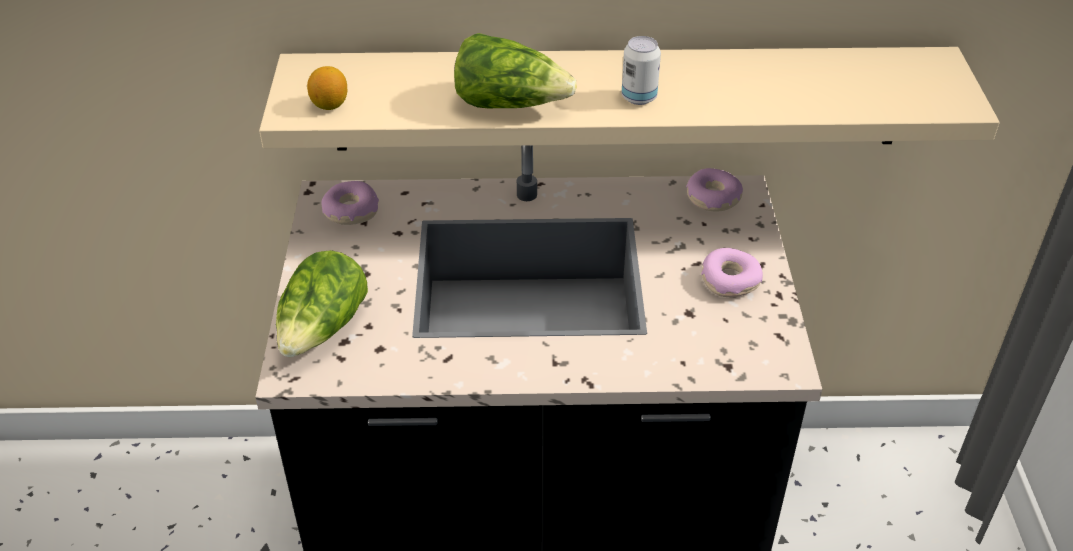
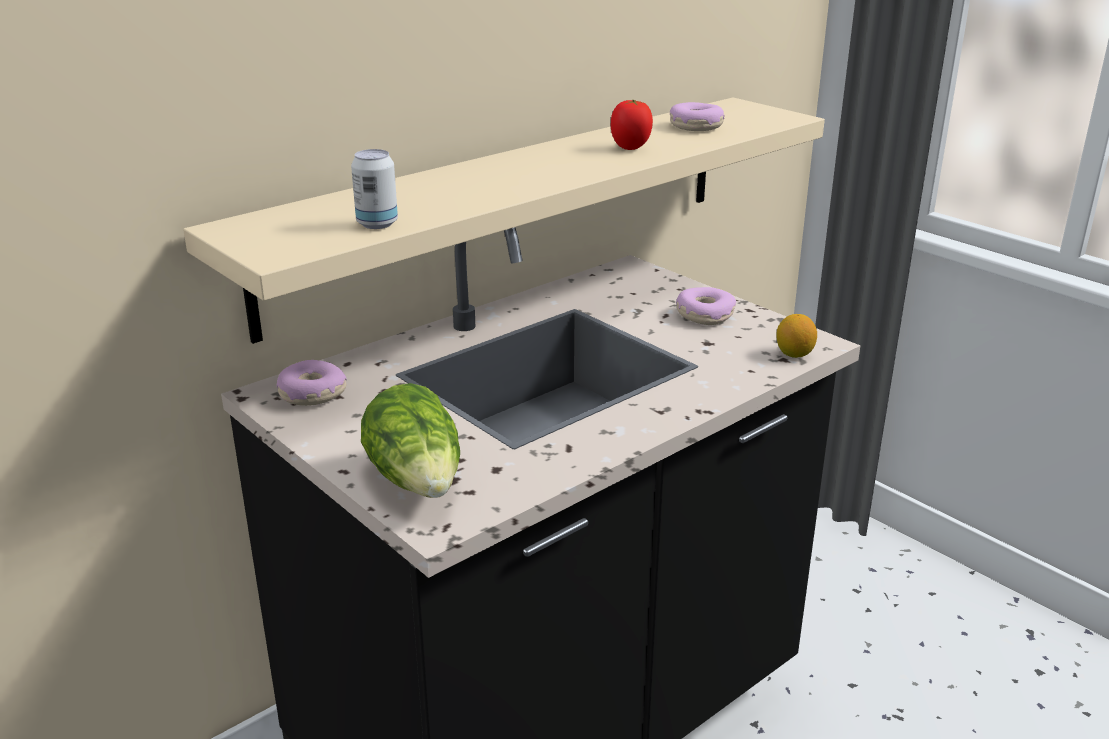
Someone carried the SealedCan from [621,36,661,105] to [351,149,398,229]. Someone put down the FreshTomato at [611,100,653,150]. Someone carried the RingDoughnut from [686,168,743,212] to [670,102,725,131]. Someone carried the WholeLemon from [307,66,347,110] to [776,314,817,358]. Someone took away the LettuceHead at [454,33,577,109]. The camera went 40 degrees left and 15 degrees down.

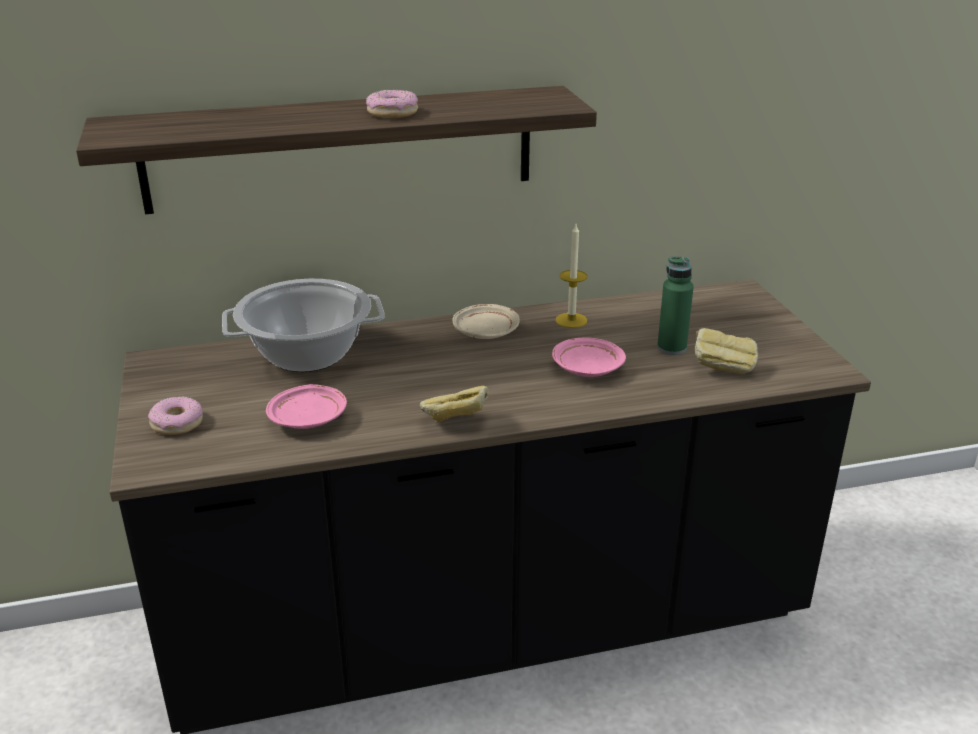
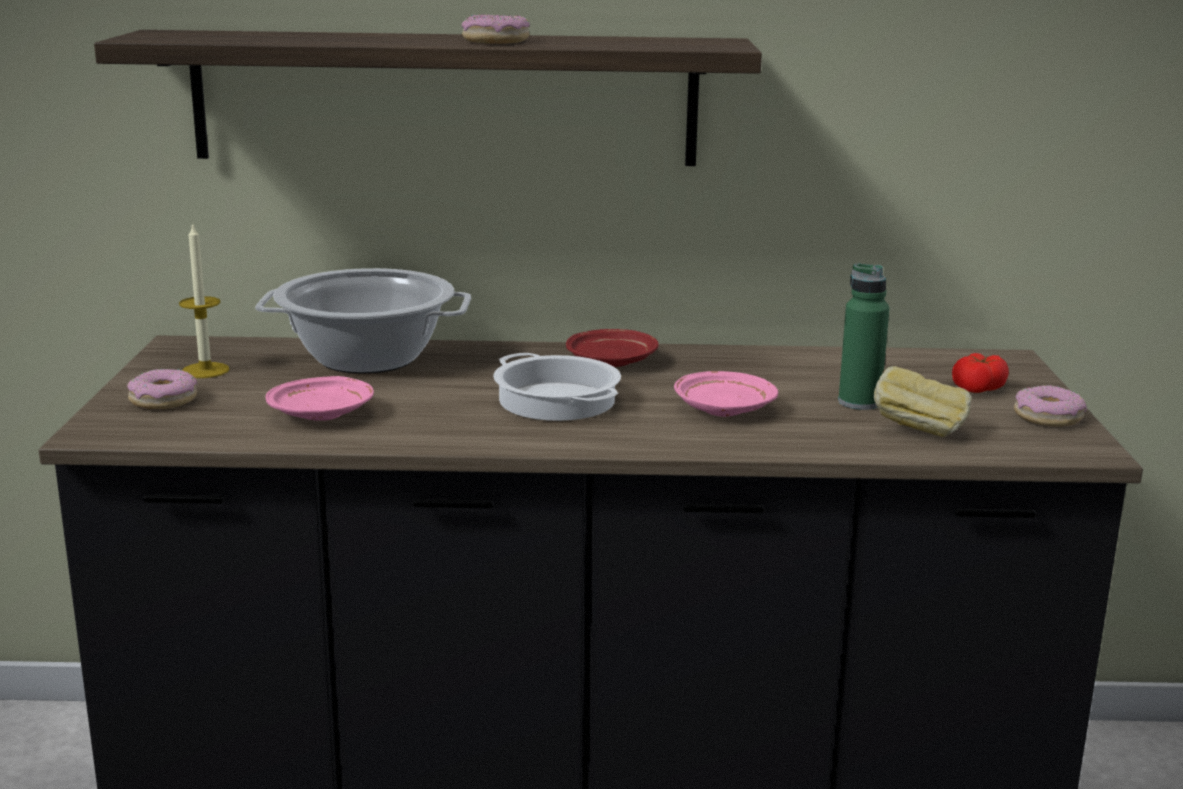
Someone carried the WaxCandle from [555,224,587,328] to [179,222,230,378]. Someone put down the Stockpot at [493,353,621,421]. Someone repainted the BeigeDinnerPlate at [452,304,520,339], which became the RedDinnerPlate at [566,329,659,367]. Someone put down the FreshTomato at [952,353,1009,393]. Someone put down the RingDoughnut at [1014,385,1087,427]. Someone took away the BakedBread at [420,386,489,422]. The camera went 15 degrees right and 10 degrees down.

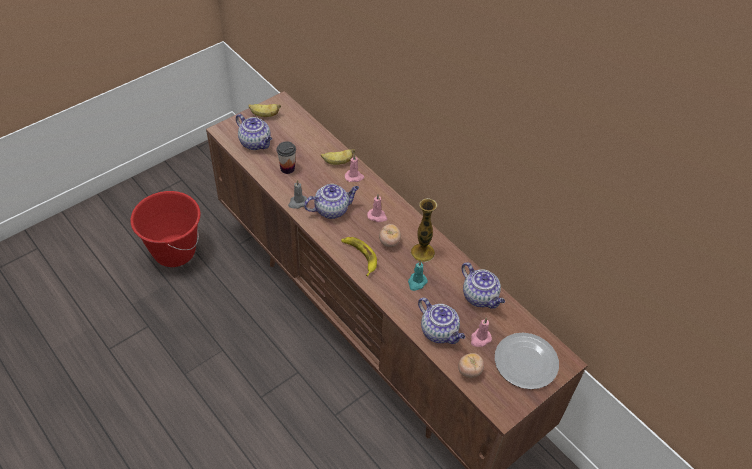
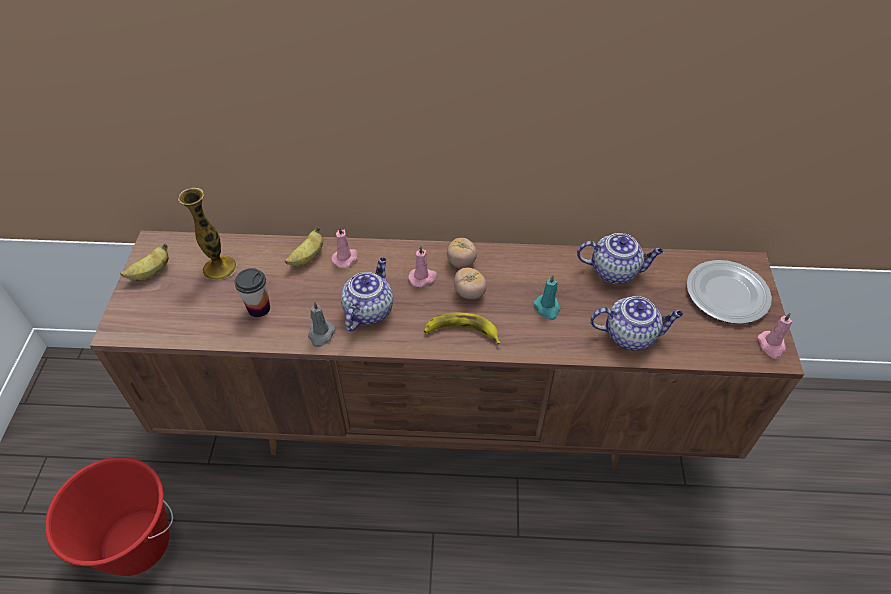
Someone carried the FlowerVase from [410,198,437,262] to [178,188,237,280]. Someone carried the FreshTomato from [458,353,484,378] to [447,238,477,268]. Someone carried the PinkWaxCandle from [471,318,492,347] to [757,313,792,359]. Someone took away the Teapot at [236,114,272,150]. The camera went 45 degrees left and 0 degrees up.

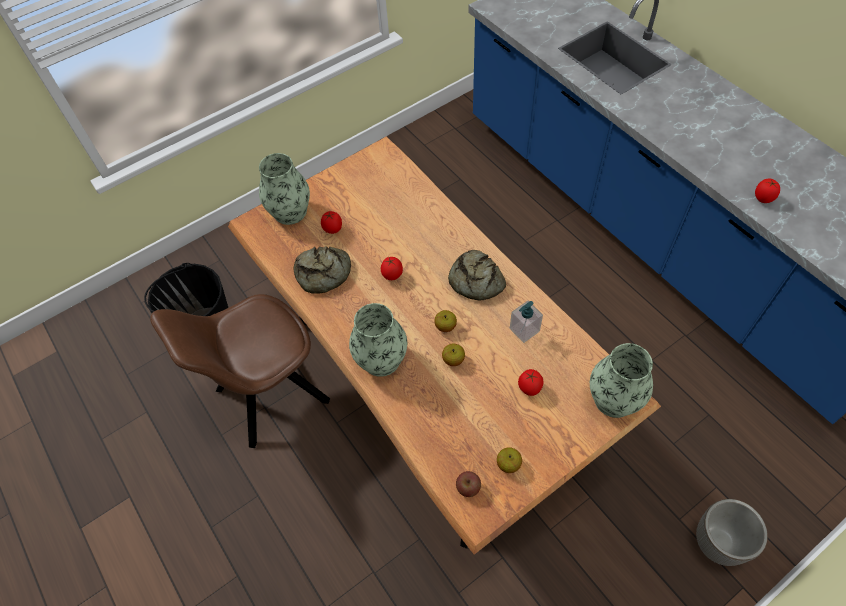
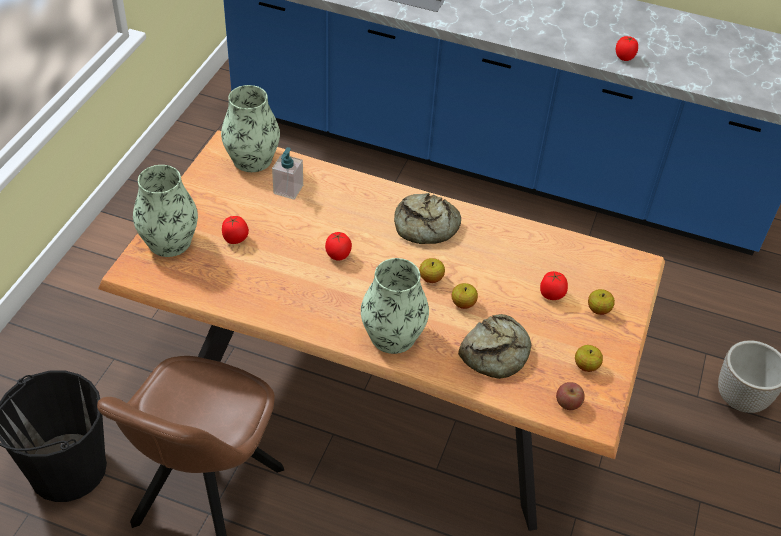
Someone carried the FlowerVase from [590,343,653,418] to [221,85,280,172]. Someone carried the SoapBottle from [510,300,543,343] to [272,147,303,200]. Someone carried the BakedBread from [294,247,351,294] to [458,314,531,379]. Someone put down the AppleFruit at [588,289,615,315]. The camera went 40 degrees left and 10 degrees down.

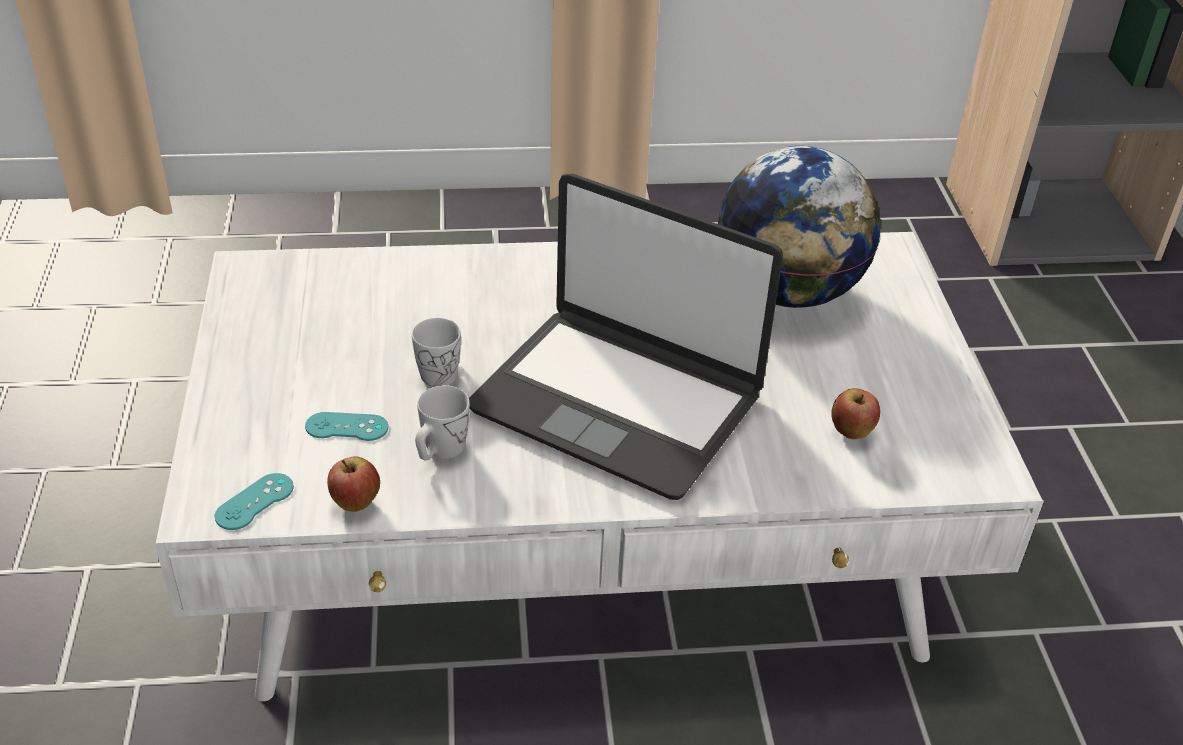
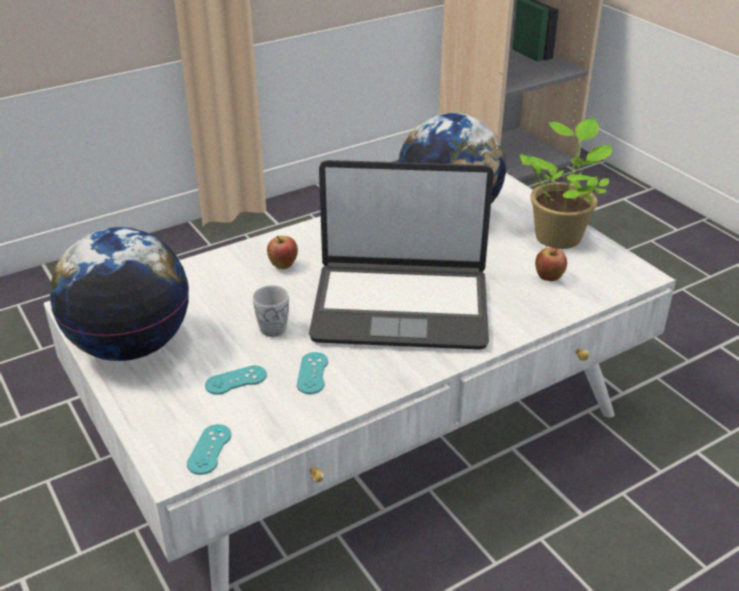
Someone put down the Globe at [50,227,189,361]. Someone carried the AppleFruit from [327,456,380,512] to [267,235,298,269]. Someone swapped the WhiteMug at [415,385,470,461] for the TurquoiseColouredGamepad at [297,352,328,394]. Someone put down the PottedPlant at [519,118,612,249]. The camera went 25 degrees left and 5 degrees down.

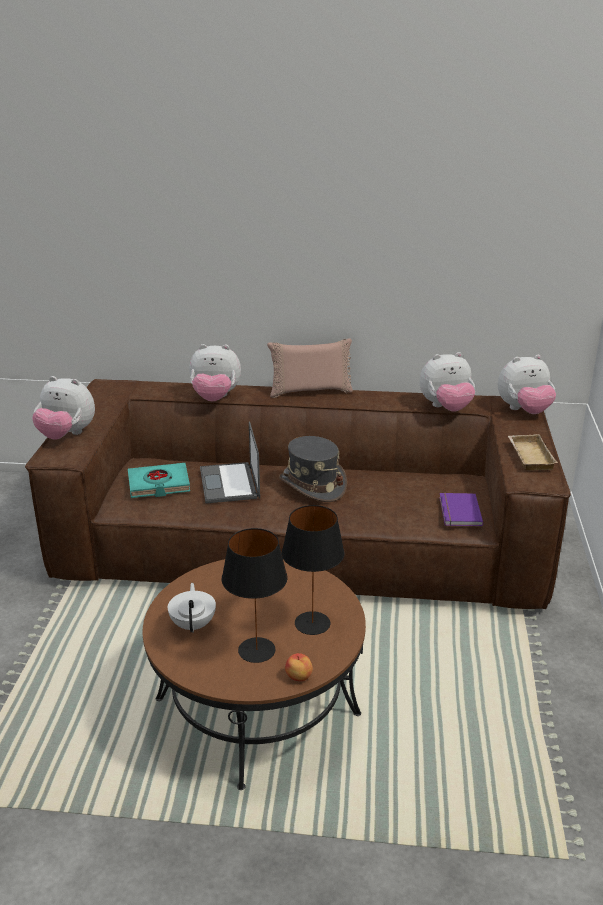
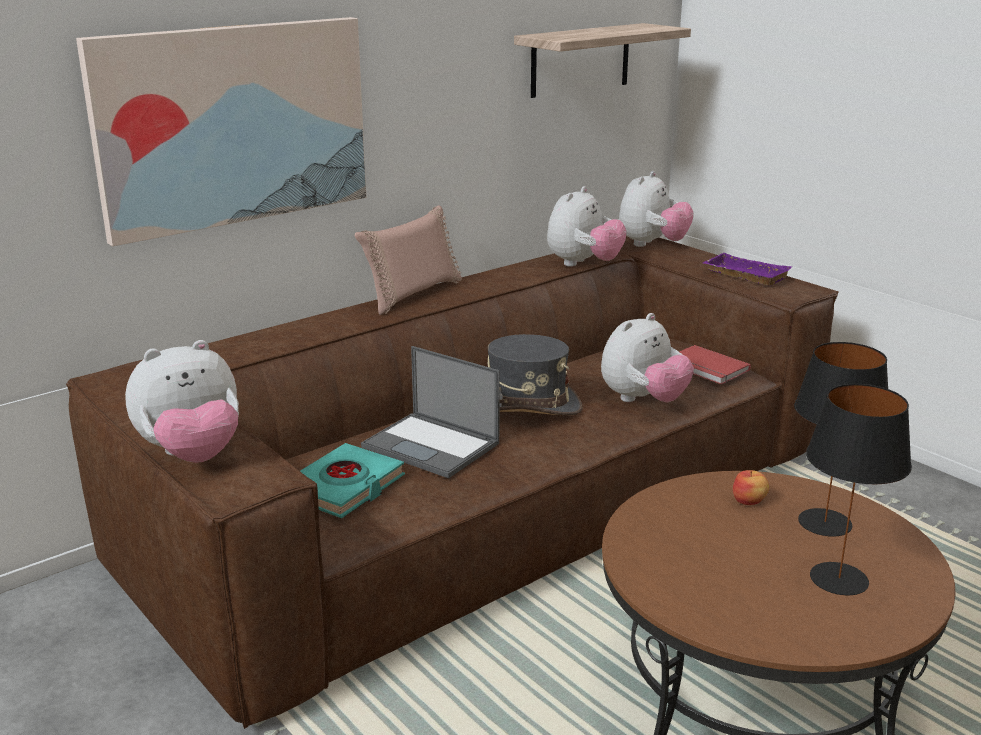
Someone put up the WallPicture at [76,17,366,246]. Someone put up the WallShelf at [514,23,691,98]. Someone carried the SoftToy from [189,344,241,402] to [601,313,694,402]. Someone repainted the PurpleBook at [439,493,483,526], which became the RedBook at [679,345,751,384]. Someone repainted the BeigeTray at [508,434,558,471], which became the PurpleTray at [703,253,792,286]. Someone carried the AppleFruit from [285,653,313,681] to [733,470,769,505]. Someone took away the WhiteTeapot at [168,583,216,633]. The camera went 45 degrees left and 5 degrees down.

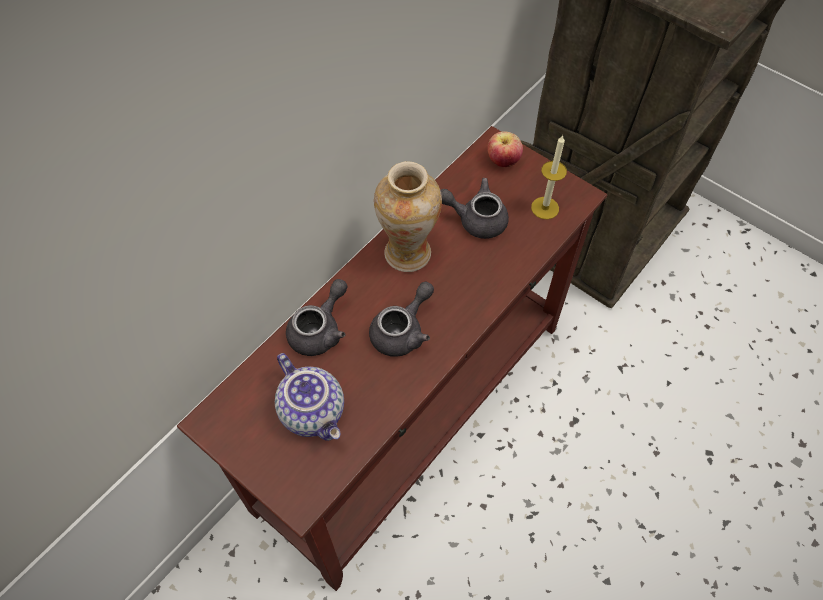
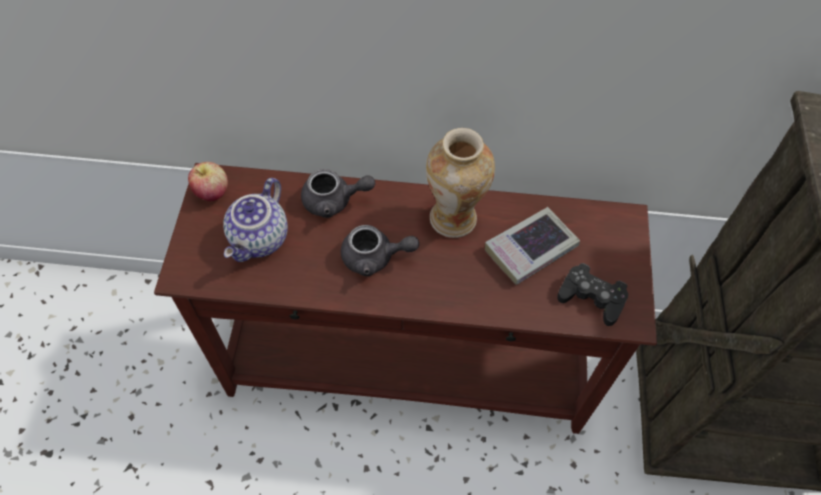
Someone carried the AppleFruit from [487,131,523,167] to [188,162,228,201]. Someone swapped the GreyishTeapot at [441,178,509,239] for the Book at [485,207,580,285]. Someone swapped the WaxCandle at [531,135,567,219] for the BlackGamepad at [557,263,628,326]. The camera went 55 degrees right and 0 degrees up.

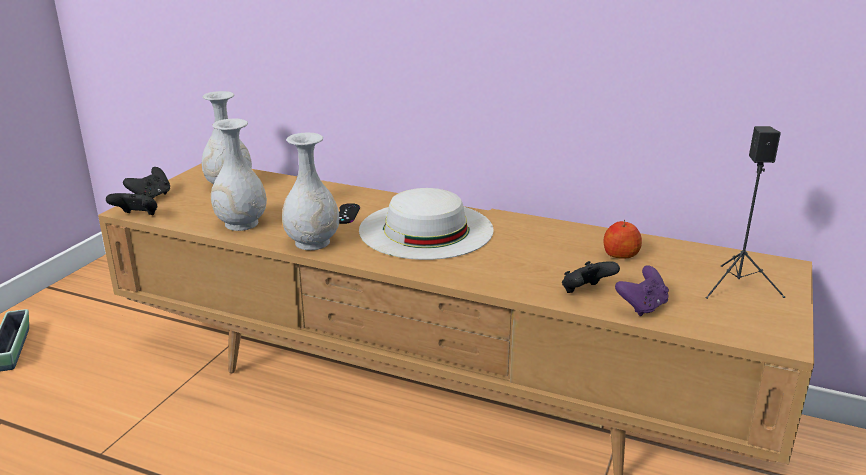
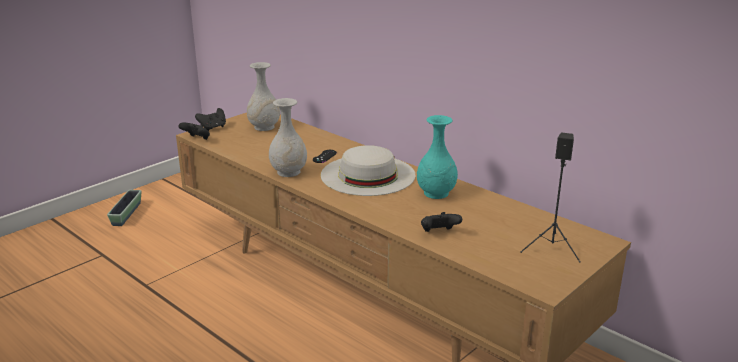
Someone put down the TurquoiseColouredFlowerVase at [417,115,458,199]. Someone took away the WhiteFlowerVase at [211,118,267,231]. Someone took away the AppleFruit at [603,220,642,259]. Someone took away the PurpleGamepad at [615,265,669,316]. The camera went 20 degrees right and 0 degrees up.

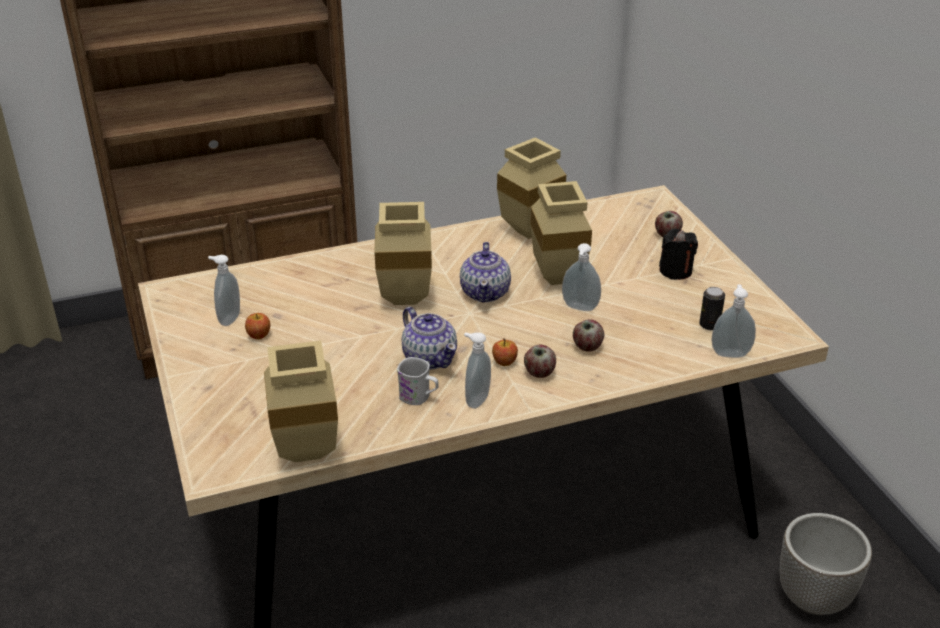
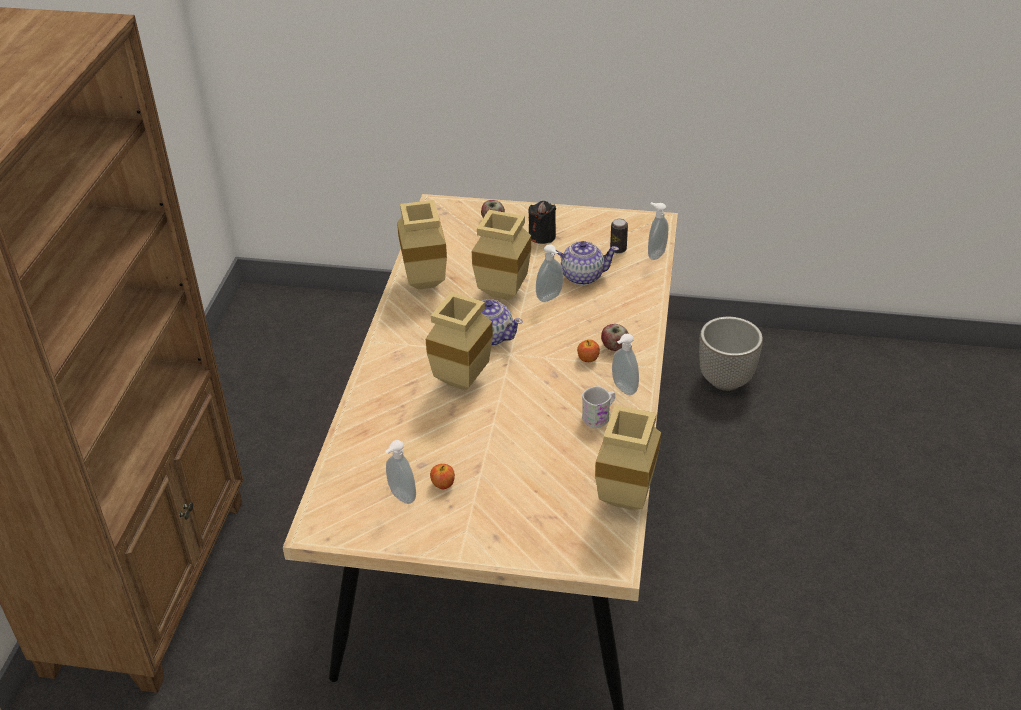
Someone carried the Teapot from [402,307,457,370] to [554,241,619,285]. Someone took away the AppleFruit at [573,319,604,352]. The camera went 60 degrees left and 5 degrees up.

